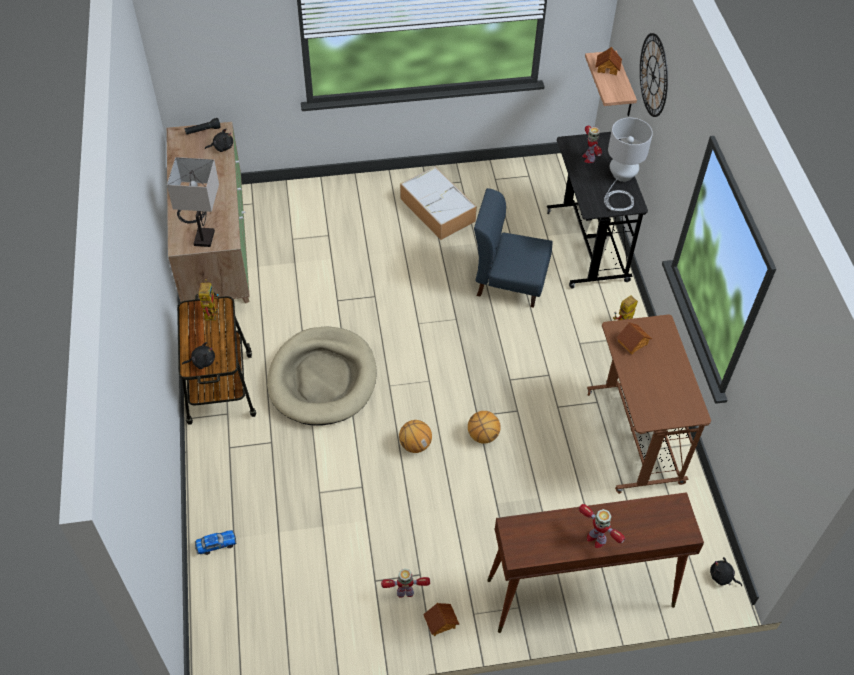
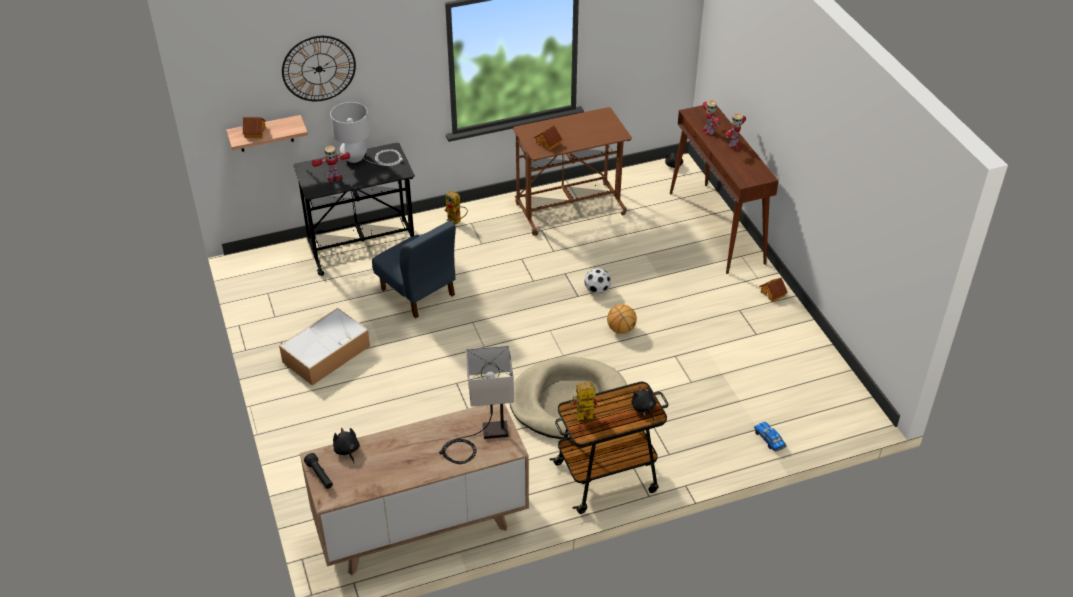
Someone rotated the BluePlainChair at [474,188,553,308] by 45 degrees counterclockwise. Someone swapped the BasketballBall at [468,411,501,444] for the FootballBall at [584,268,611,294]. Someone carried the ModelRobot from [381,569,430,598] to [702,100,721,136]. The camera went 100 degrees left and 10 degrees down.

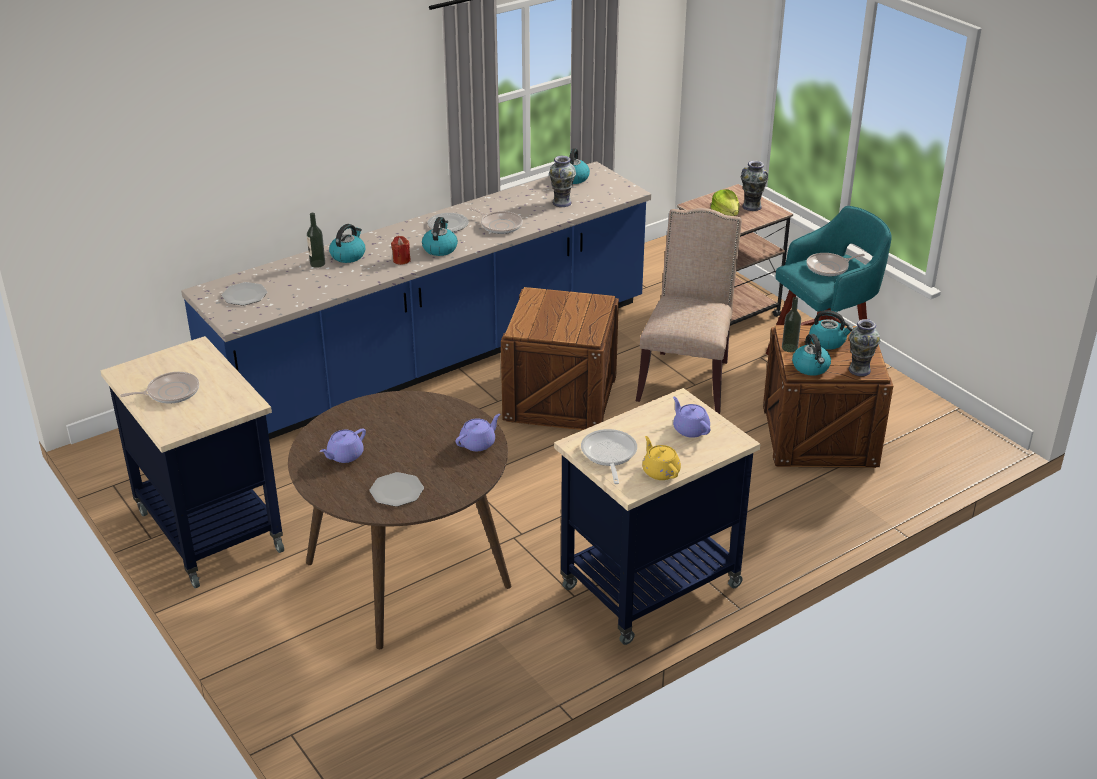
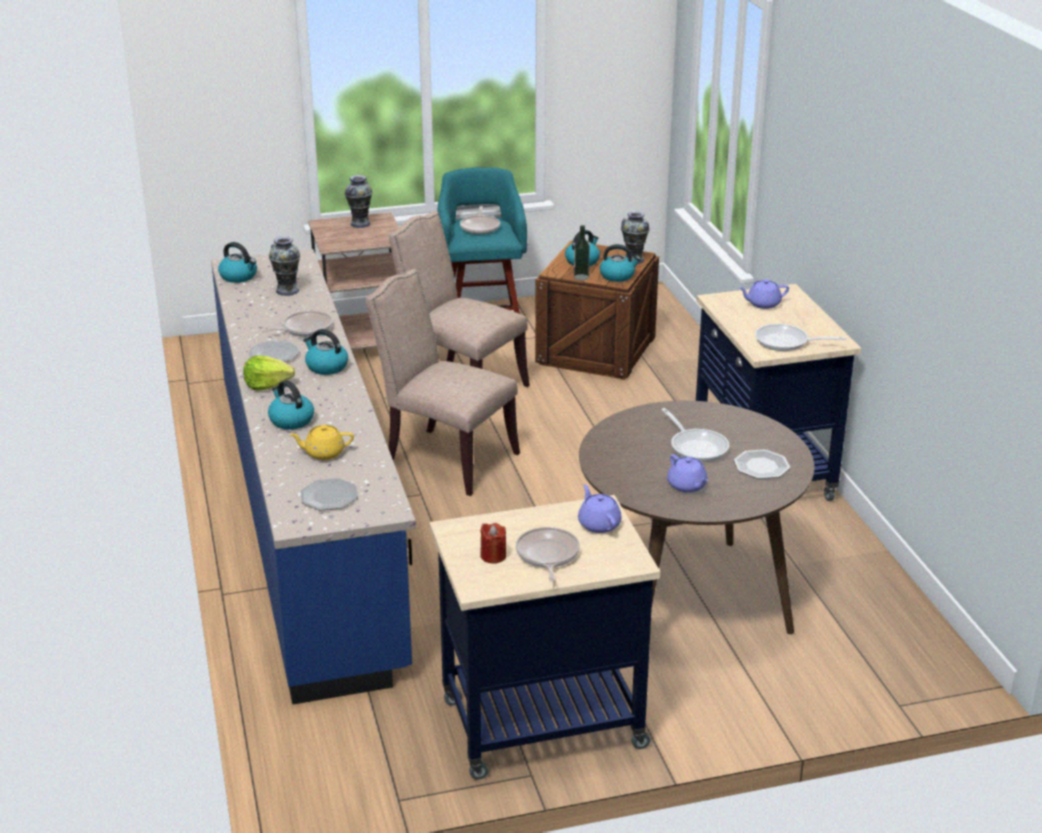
Someone carried the LettuceHead from [711,189,740,216] to [243,356,295,391]. Someone carried the YellowTeapot from [642,436,681,480] to [289,425,354,460]. Someone swapped the PackingCrate at [501,287,619,430] for the BeigePlainChair at [366,269,520,496]. Someone carried the RedWaxCandle from [391,236,411,265] to [480,523,506,563]. Someone carried the PurpleTeapot from [456,414,500,451] to [578,484,622,533]. Someone put down the Skillet at [661,408,729,462]. Someone took away the Bottle at [307,212,325,268]. The camera went 70 degrees left and 5 degrees down.

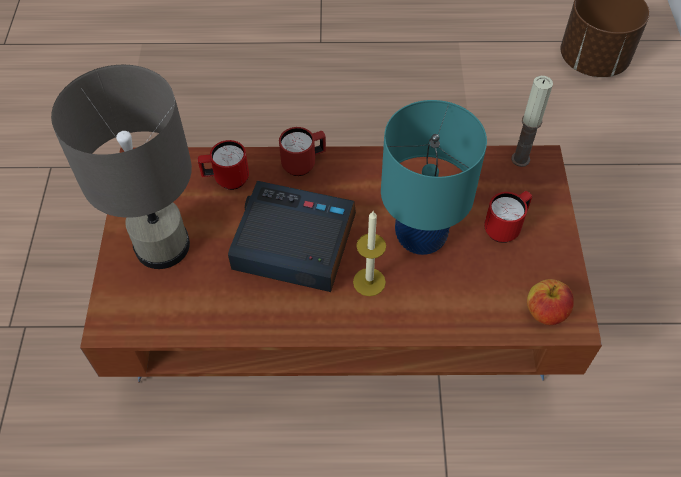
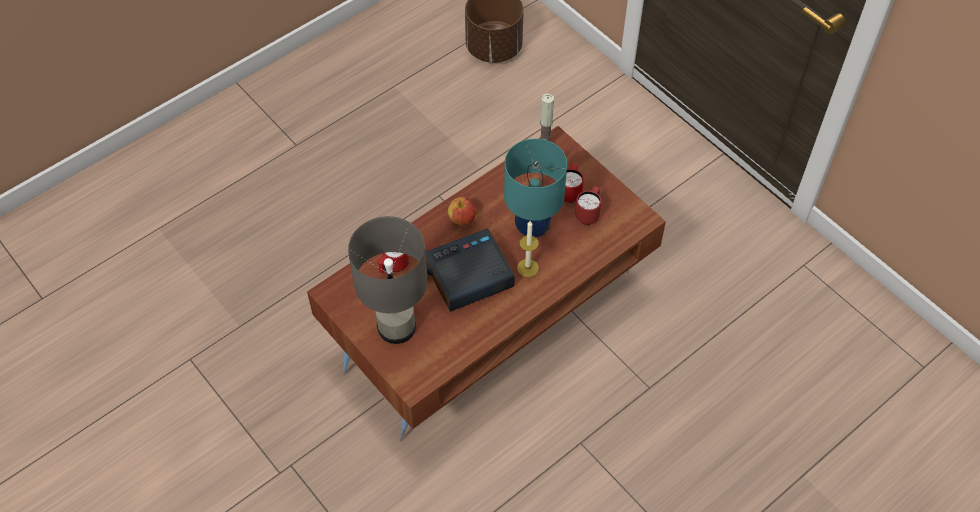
Someone carried the AppleFruit from [527,279,574,325] to [448,197,476,226]. Someone carried the RedMug from [279,127,326,176] to [575,186,601,225]. The camera went 40 degrees left and 0 degrees up.

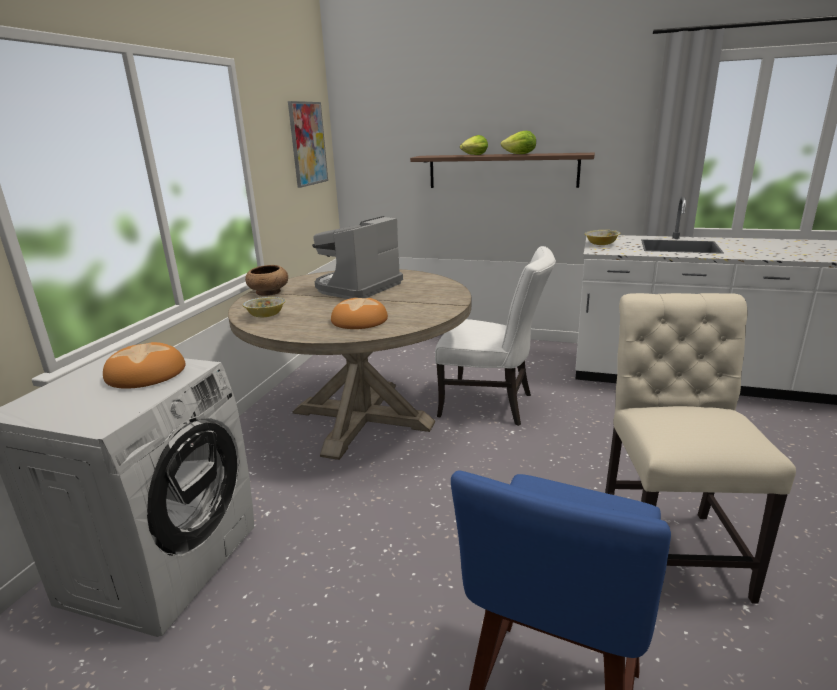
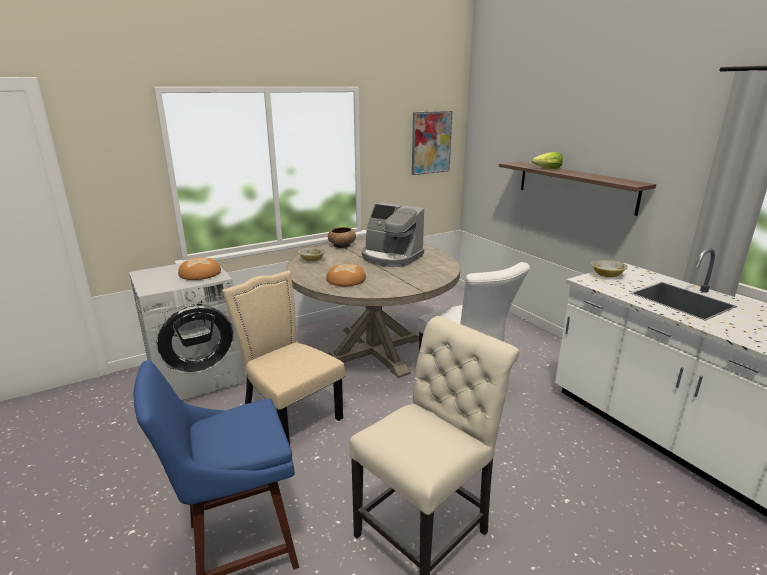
Someone put down the BeigePlainChair at [222,271,345,445]. Someone rotated the CoffeeMachine at [312,216,403,299] by 135 degrees counterclockwise. Someone took away the LettuceHead at [501,131,536,154]. The camera went 40 degrees right and 0 degrees up.

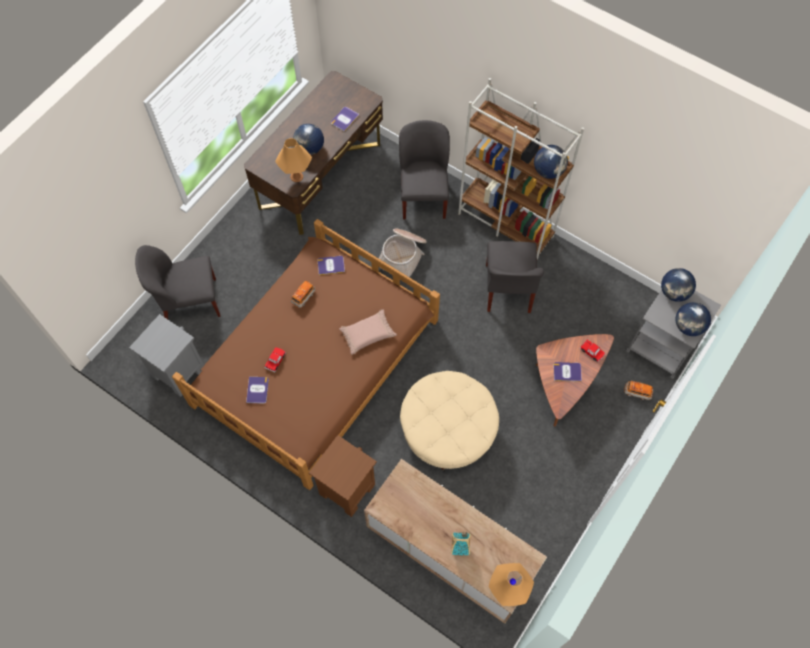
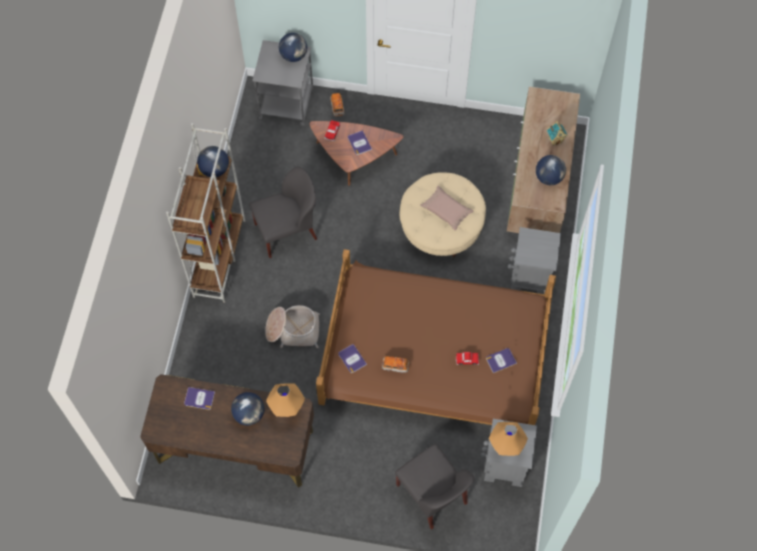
Someone carried the BeigeCushion from [339,309,397,355] to [420,186,473,231]. Someone carried the OrangeColouredTableLamp from [488,563,534,606] to [489,422,528,456]. Someone repainted the BrownishNightTable at [309,435,377,517], which became the GreyishNightTable at [508,227,561,294]. Someone carried the Globe from [661,268,696,302] to [536,155,566,185]. Someone took away the GreyishPlainChair at [399,120,450,219]. The camera went 115 degrees left and 0 degrees up.

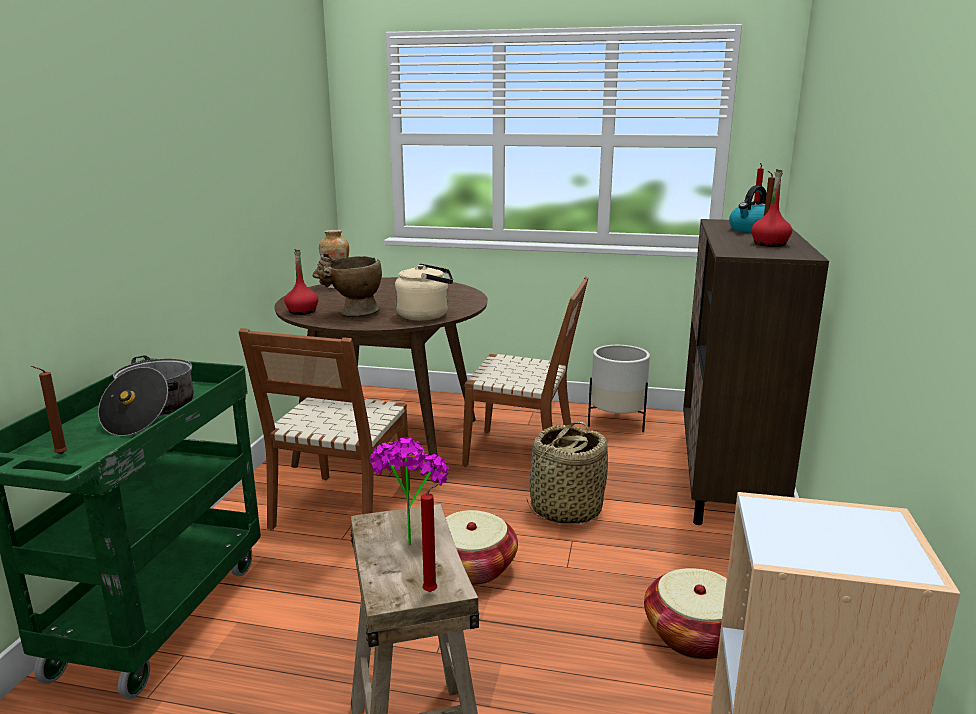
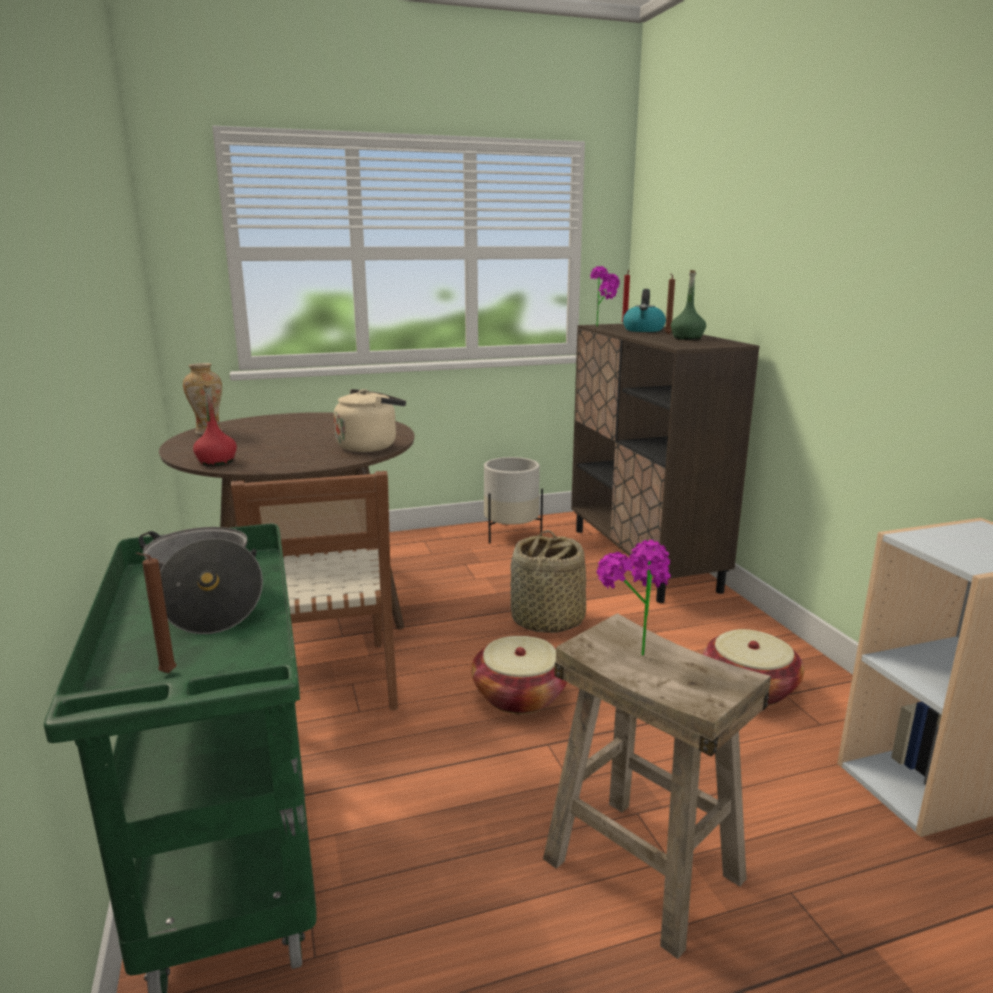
Someone put down the PottedPlant at [590,266,620,327]. Someone repainted the RedBottle at [751,169,792,247], which became the GreenColouredBottle at [671,270,706,340]. Someone took away the BeigeFlowerVase at [313,253,382,317]. Someone took away the RedWaxCandle at [421,483,440,592]. Someone took away the PlainChair at [462,276,588,467]. The camera went 30 degrees left and 0 degrees up.

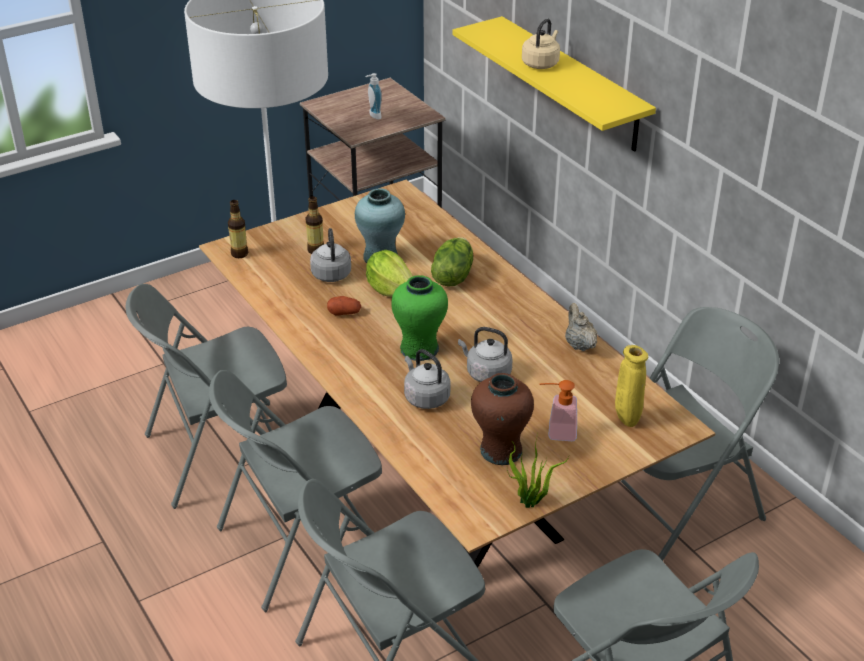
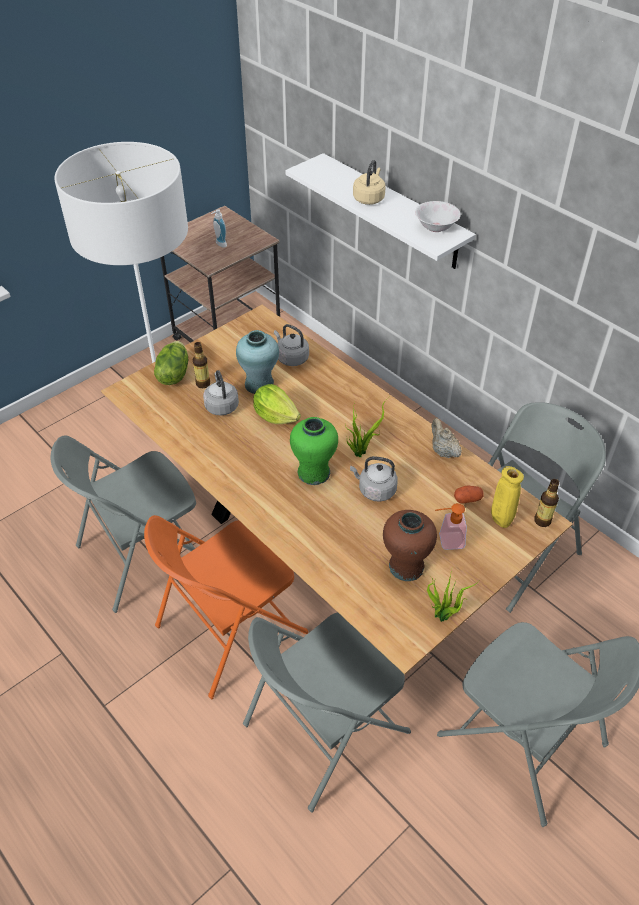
Someone repainted the GreyishPlainChair at [209,370,382,612], which became the OrangeColouredPlainChair at [144,515,308,700]. Someone carried the LettuceHead from [431,237,473,287] to [154,341,188,385]. Someone carried the GreyishWaterKettle from [404,349,451,409] to [274,324,309,366]. Someone repainted the YellowWallShelf at [453,16,656,152], which became the WhiteWallShelf at [285,153,476,269]. Someone put down the PottedPlant at [345,396,390,457]. Someone put down the WhiteDeepDish at [415,201,461,232]. Someone carried the Potato from [327,296,361,316] to [454,485,484,504]. Someone carried the Bottle from [228,200,248,258] to [534,479,559,527]. The camera went 10 degrees left and 10 degrees up.

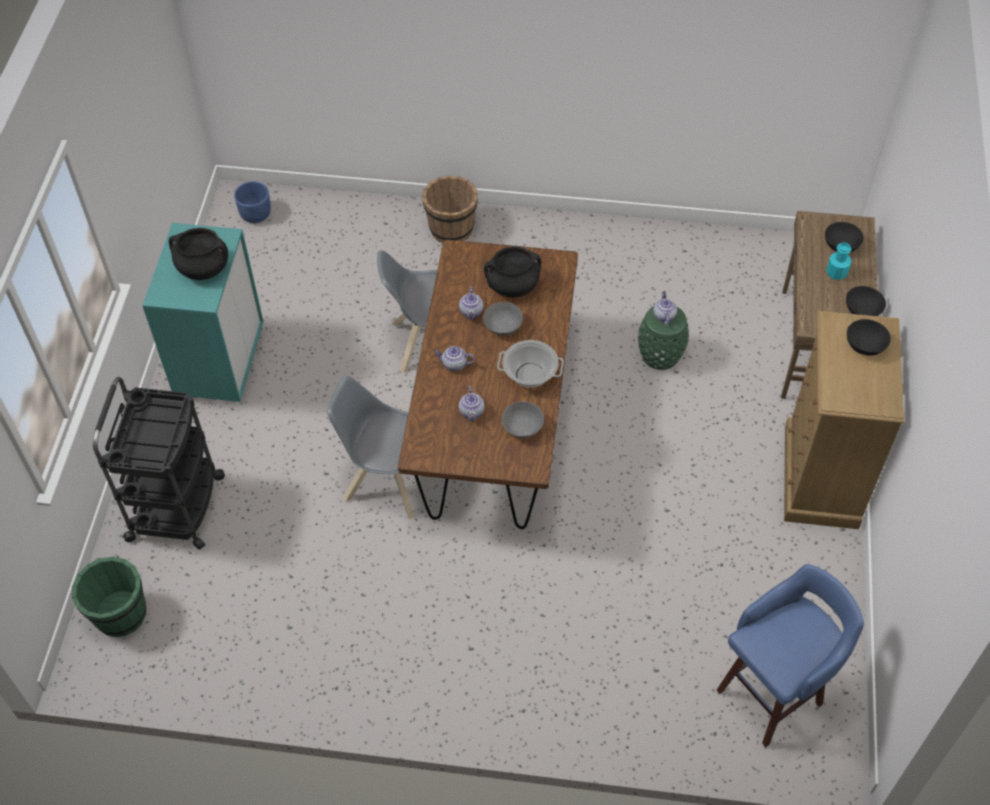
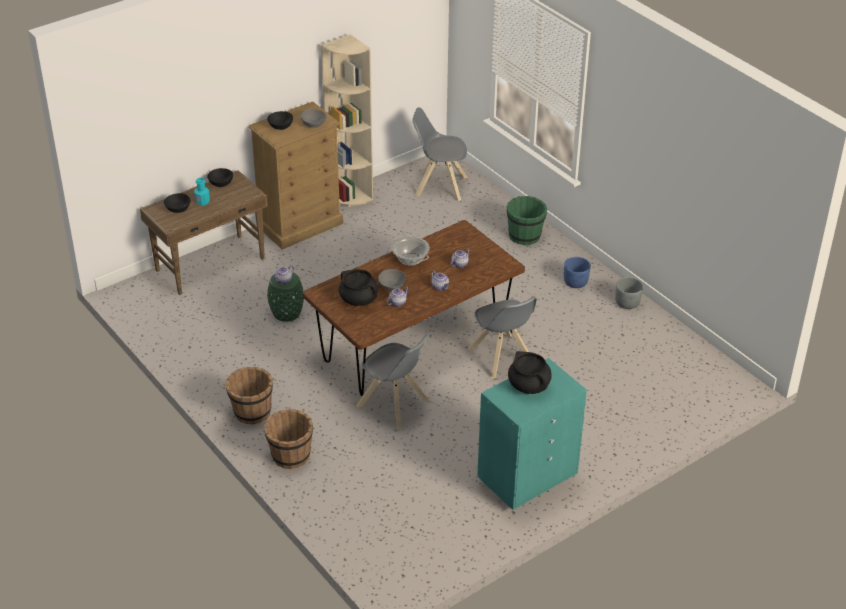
Someone put down the BrownishBucket at [225,367,273,424]. Someone carried the GreyishDeepDish from [502,401,544,438] to [300,109,326,128]. Someone put down the BeigeShelvingUnit at [321,34,373,207]. Someone swapped the BlueSittingStool at [716,564,864,747] for the GreyishPlainChair at [412,107,468,201]. Someone carried the GreenColouredBucket from [72,557,146,637] to [507,196,547,245]. Someone carried the BluePlanter from [234,181,271,223] to [564,257,591,288]. Someone put down the GreyishPlanter at [615,277,643,309]. Someone took away the BlackCart at [93,377,225,550]. The camera went 135 degrees left and 15 degrees down.

